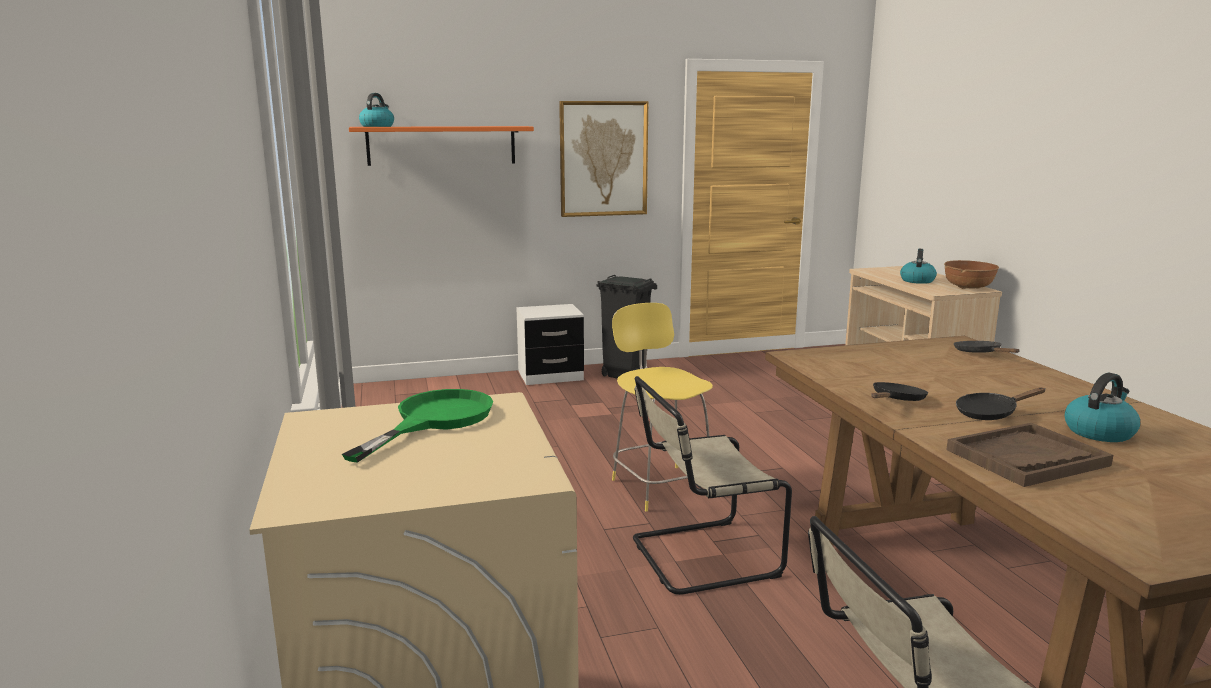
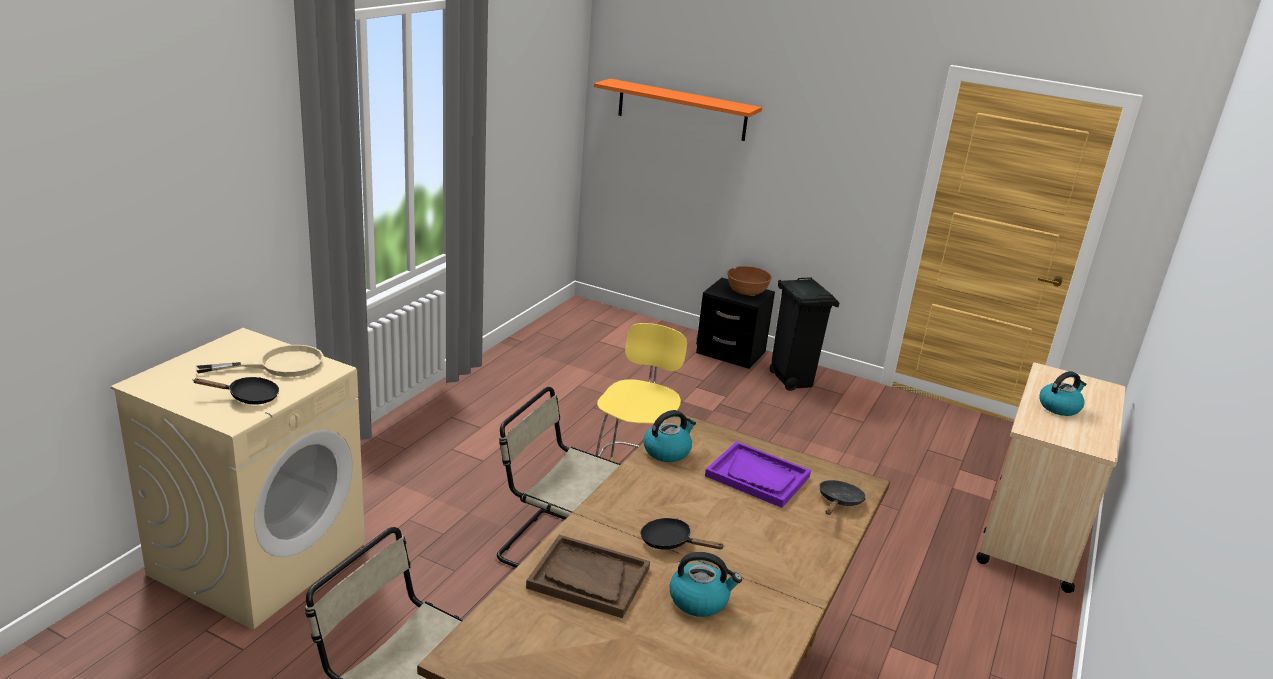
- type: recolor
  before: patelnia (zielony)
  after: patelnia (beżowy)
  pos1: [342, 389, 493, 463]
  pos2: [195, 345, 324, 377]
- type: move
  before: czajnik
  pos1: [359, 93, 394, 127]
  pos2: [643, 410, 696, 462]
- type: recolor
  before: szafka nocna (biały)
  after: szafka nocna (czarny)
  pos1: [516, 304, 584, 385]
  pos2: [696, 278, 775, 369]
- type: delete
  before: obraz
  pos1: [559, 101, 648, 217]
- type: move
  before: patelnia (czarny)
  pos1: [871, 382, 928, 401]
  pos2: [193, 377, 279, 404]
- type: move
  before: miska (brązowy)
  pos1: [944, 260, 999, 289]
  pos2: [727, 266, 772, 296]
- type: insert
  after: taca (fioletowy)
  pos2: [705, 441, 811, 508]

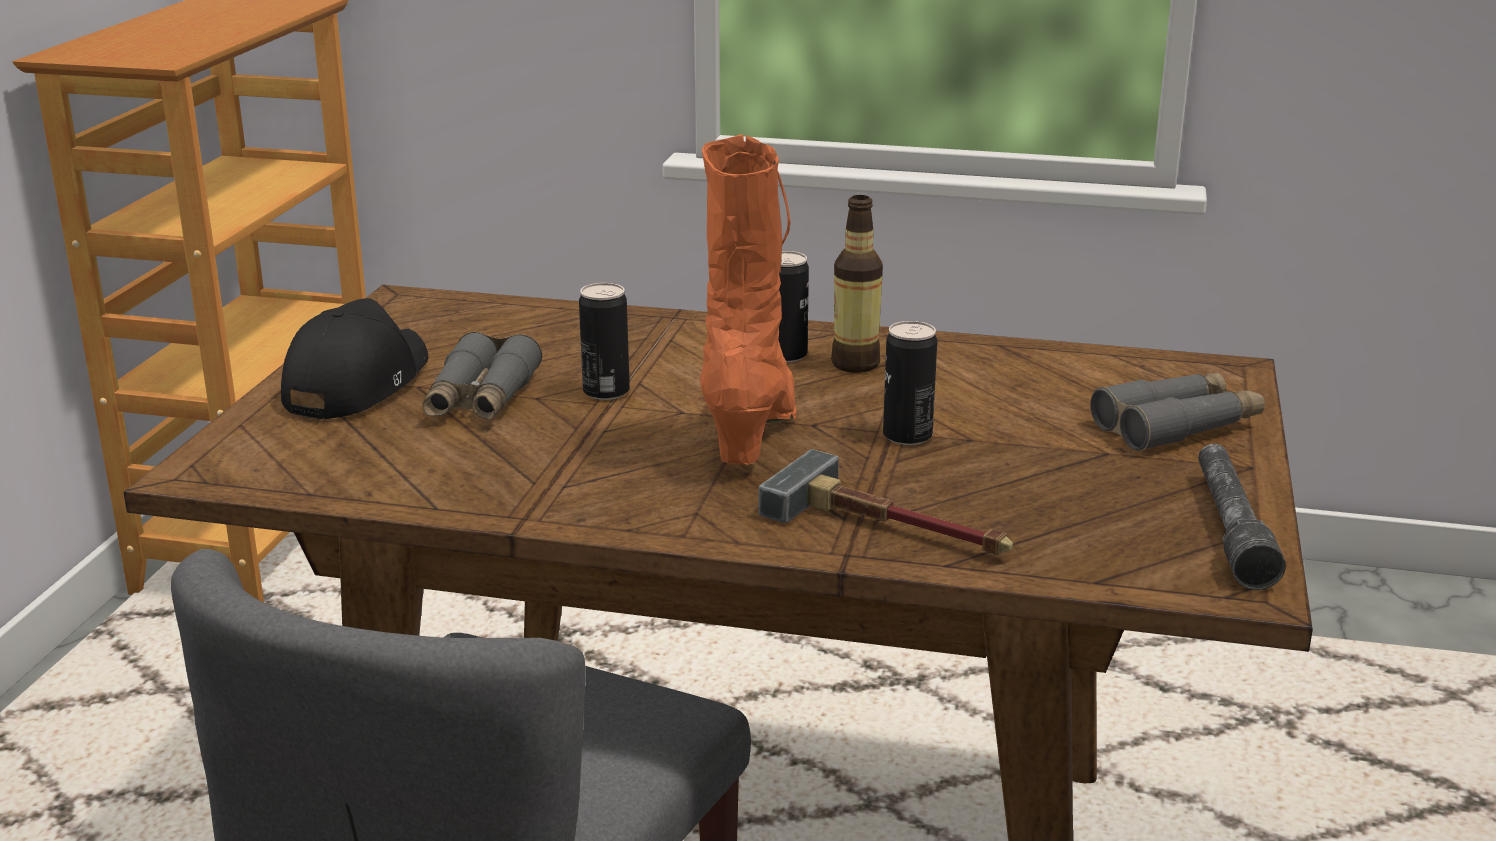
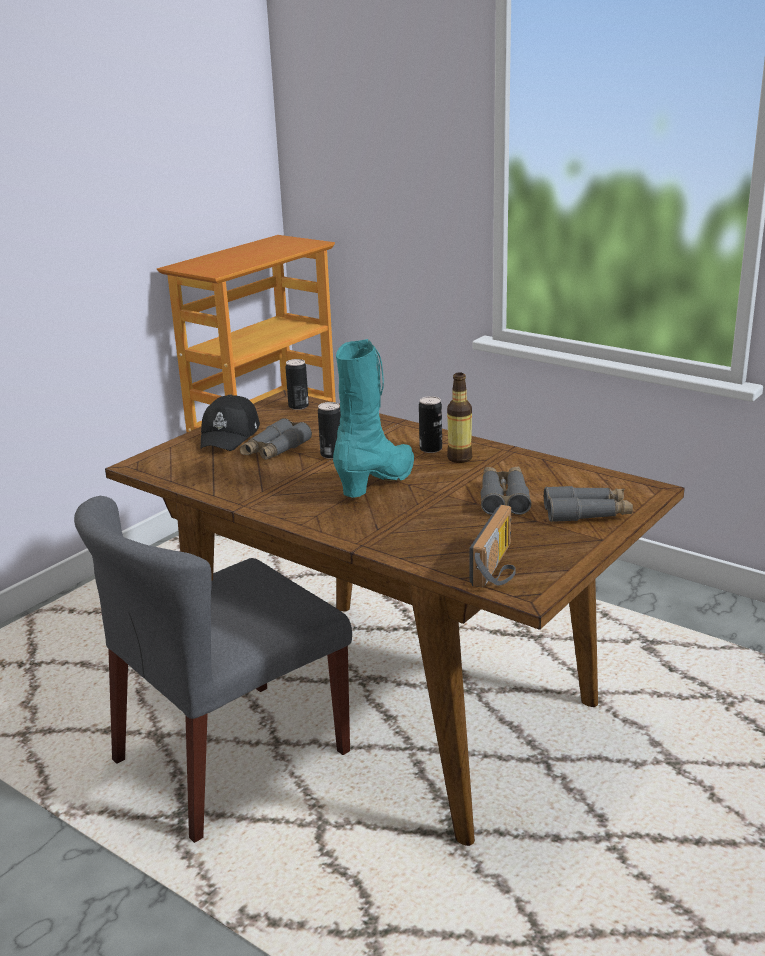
- type: rotate
  before: czapka z daszkiem (czarny)
  pos1: [281, 298, 429, 420]
  pos2: [200, 395, 260, 451]
  turn: 150
- type: recolor
  before: but z cholewką (pomarańczowy)
  after: but z cholewką (turkusowy)
  pos1: [700, 134, 796, 465]
  pos2: [333, 339, 414, 498]
- type: delete
  before: młotek
  pos1: [758, 449, 1013, 555]
- type: move
  before: puszka
  pos1: [883, 321, 937, 445]
  pos2: [285, 359, 309, 410]
- type: delete
  before: latarka (szary)
  pos1: [1198, 444, 1286, 590]
- type: insert
  after: radio
  pos2: [469, 505, 515, 588]
- type: insert
  after: lornetka (szary)
  pos2: [480, 467, 532, 515]

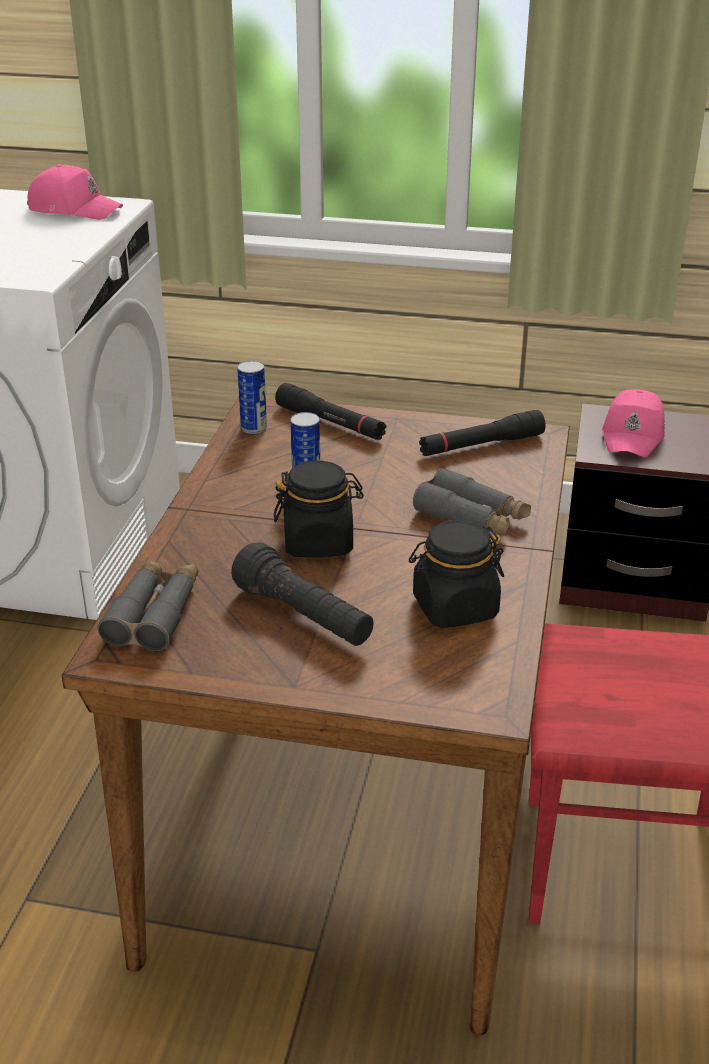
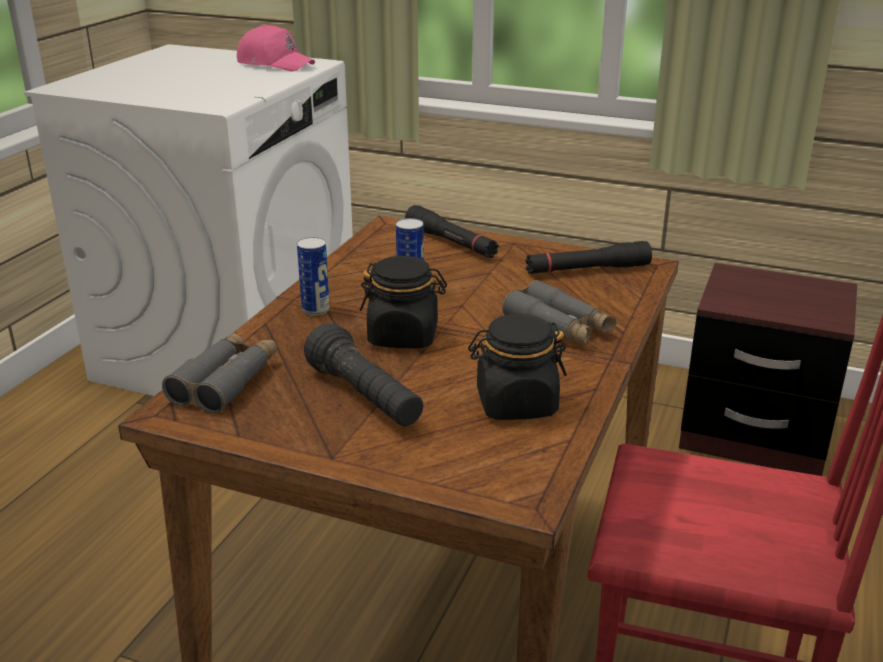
- type: move
  before: puszka
  pos1: [237, 360, 267, 434]
  pos2: [297, 237, 330, 316]
- type: delete
  before: czapka z daszkiem (różowy)
  pos1: [602, 389, 665, 458]

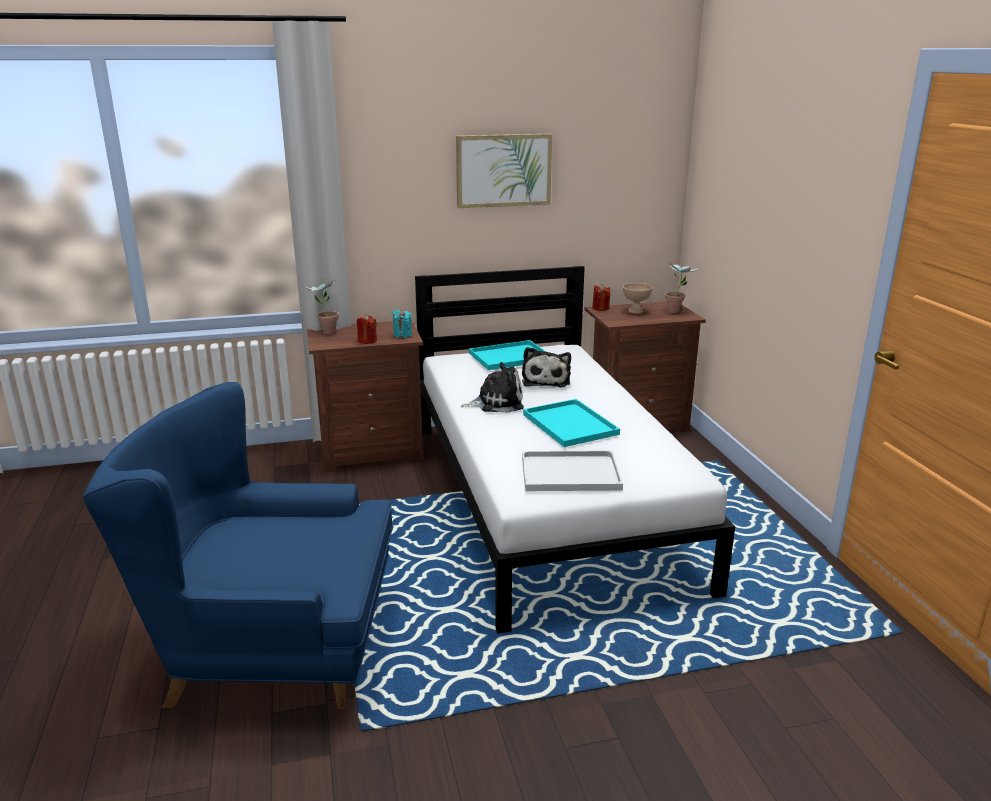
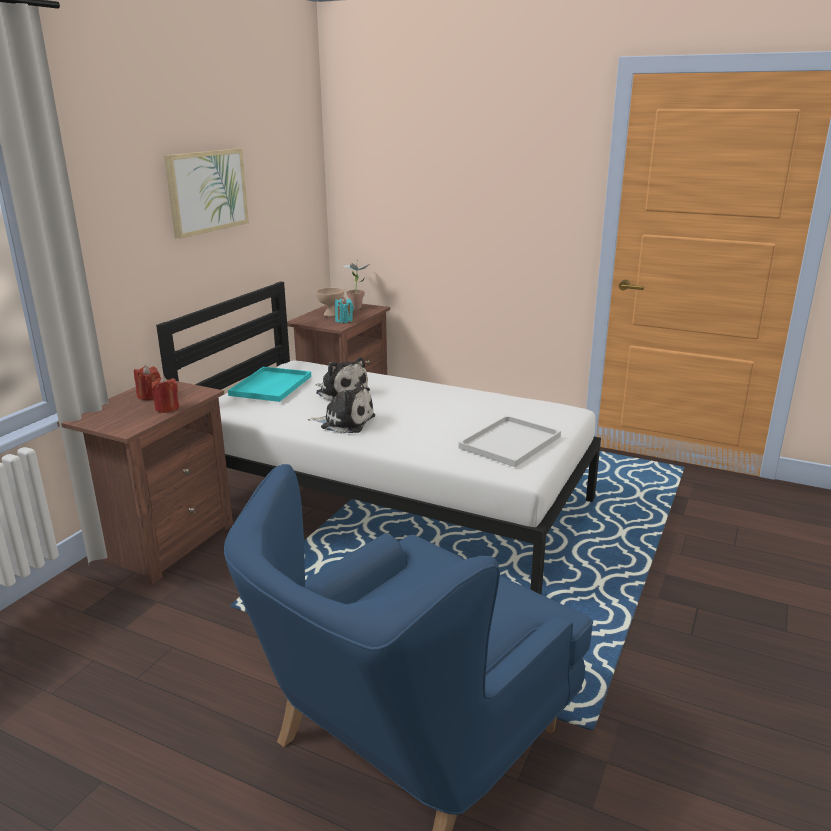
- type: delete
  before: roślina doniczkowa
  pos1: [304, 279, 339, 334]
- type: move
  before: świeca (turkusowy)
  pos1: [392, 309, 412, 339]
  pos2: [335, 297, 354, 323]
- type: rotate
  before: pluszak
  pos1: [461, 362, 524, 413]
  pos2: [308, 381, 375, 433]
  turn: 75
- type: delete
  before: taca (turkusowy)
  pos1: [523, 399, 620, 447]
- type: move
  before: świeca (czerwony)
  pos1: [592, 284, 610, 311]
  pos2: [134, 365, 161, 400]

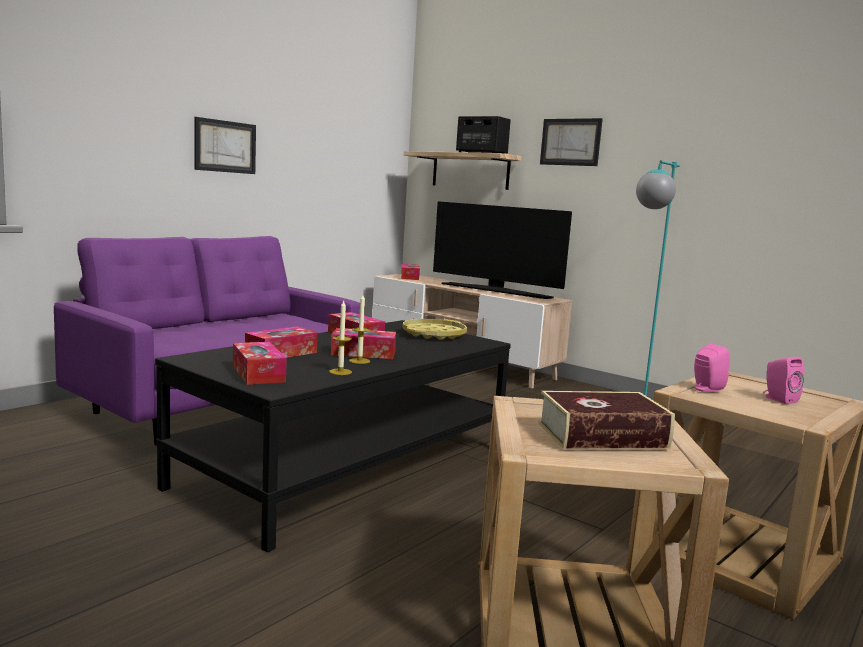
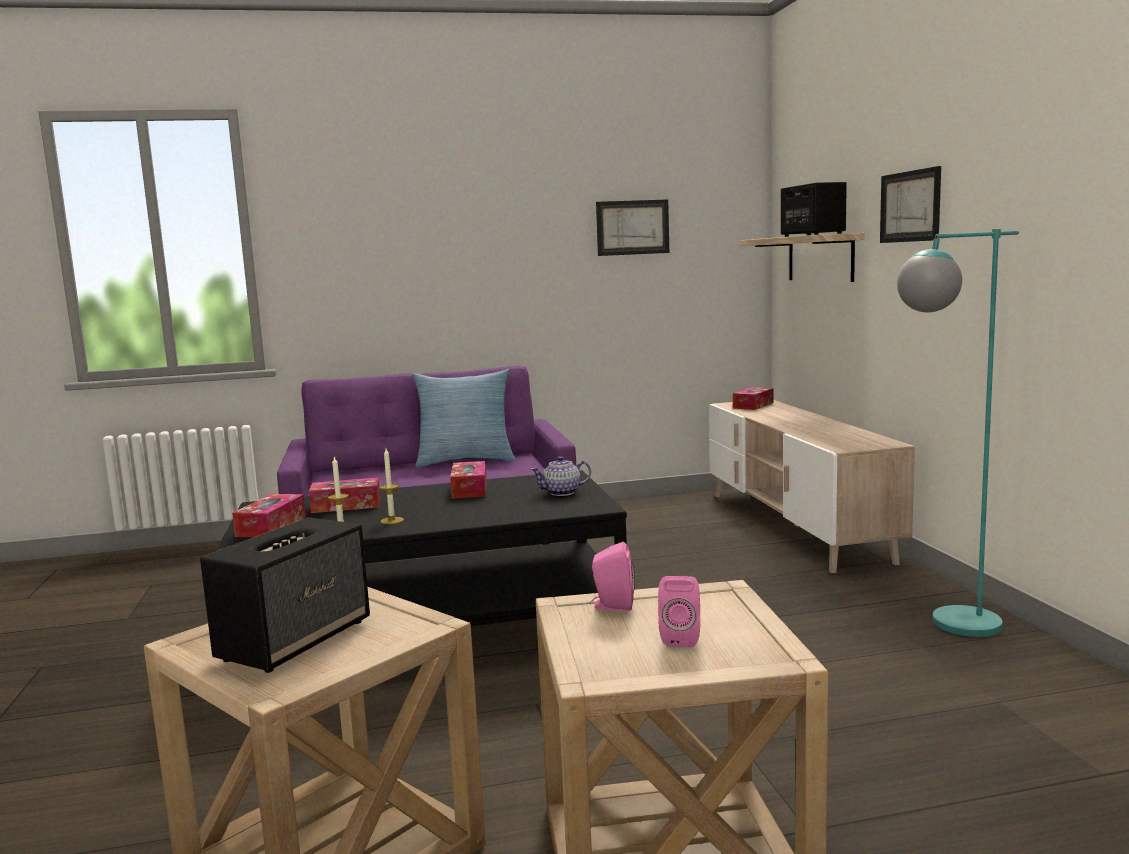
- type: move
  before: obraz
  pos1: [195, 117, 256, 174]
  pos2: [596, 199, 669, 256]
- type: delete
  before: pudełko chusteczek
  pos1: [331, 328, 396, 359]
- type: replace
  before: taca (żółty)
  after: imbryk
  pos1: [403, 319, 467, 340]
  pos2: [530, 456, 591, 496]
- type: delete
  before: telewizor
  pos1: [433, 201, 572, 299]
- type: replace
  before: książka
  after: głośnik
  pos1: [538, 391, 675, 449]
  pos2: [200, 517, 370, 673]
- type: insert
  after: poduszka
  pos2: [412, 369, 516, 468]

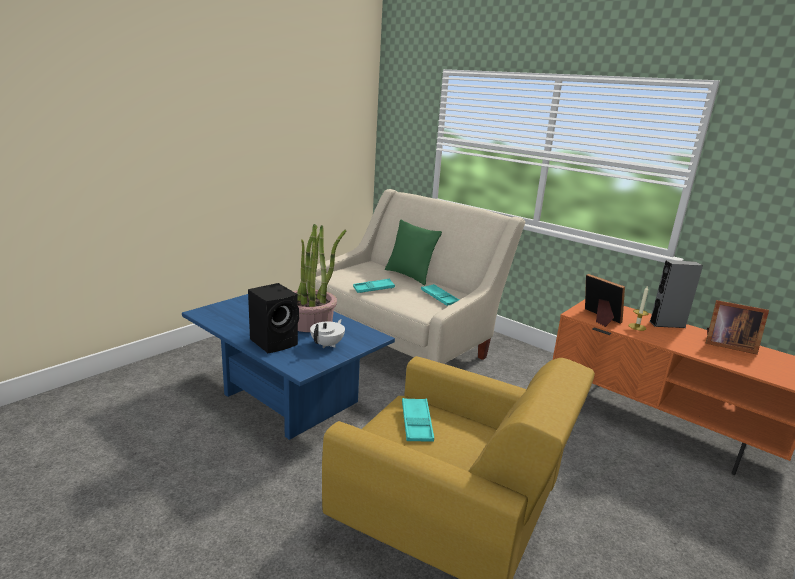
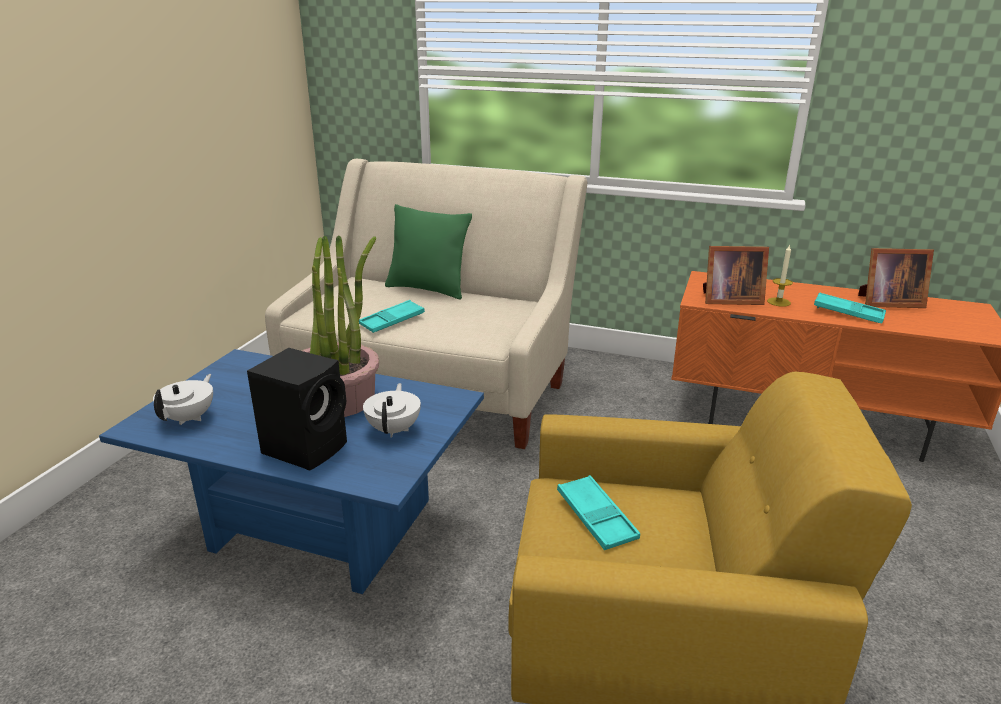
- type: move
  before: taca (turkusowy)
  pos1: [421, 284, 459, 306]
  pos2: [814, 292, 886, 323]
- type: rotate
  before: ramka na zdjęcie
  pos1: [585, 274, 625, 327]
  pos2: [703, 246, 769, 305]
  turn: 150
- type: delete
  before: głośnik (szary)
  pos1: [649, 260, 703, 328]
- type: insert
  after: imbryk (biały)
  pos2: [153, 374, 213, 425]

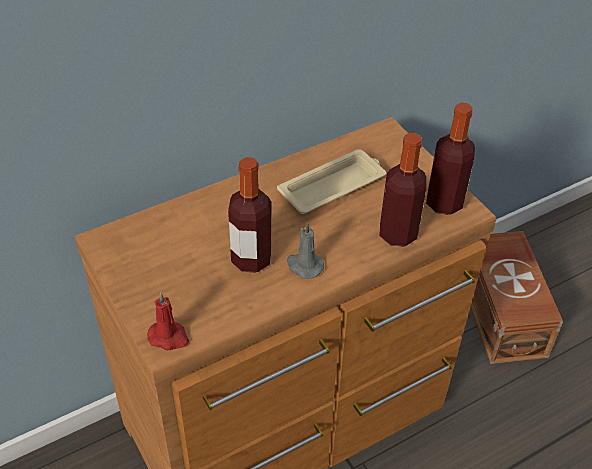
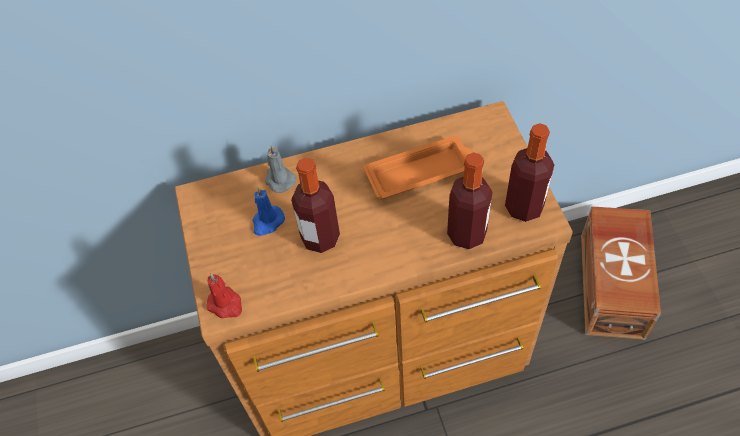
- type: recolor
  before: taca (beżowy)
  after: taca (pomarańczowy)
  pos1: [277, 149, 386, 214]
  pos2: [364, 136, 472, 199]
- type: move
  before: świeca (szary)
  pos1: [287, 221, 324, 279]
  pos2: [265, 145, 296, 193]
- type: insert
  after: świeca (niebieski)
  pos2: [252, 187, 285, 236]

